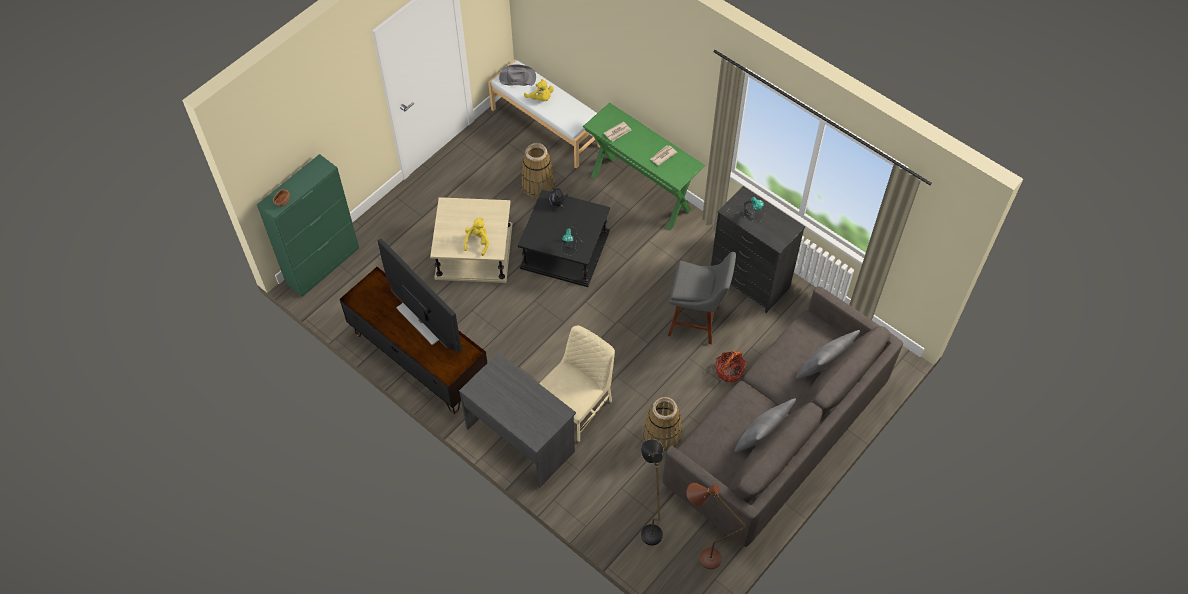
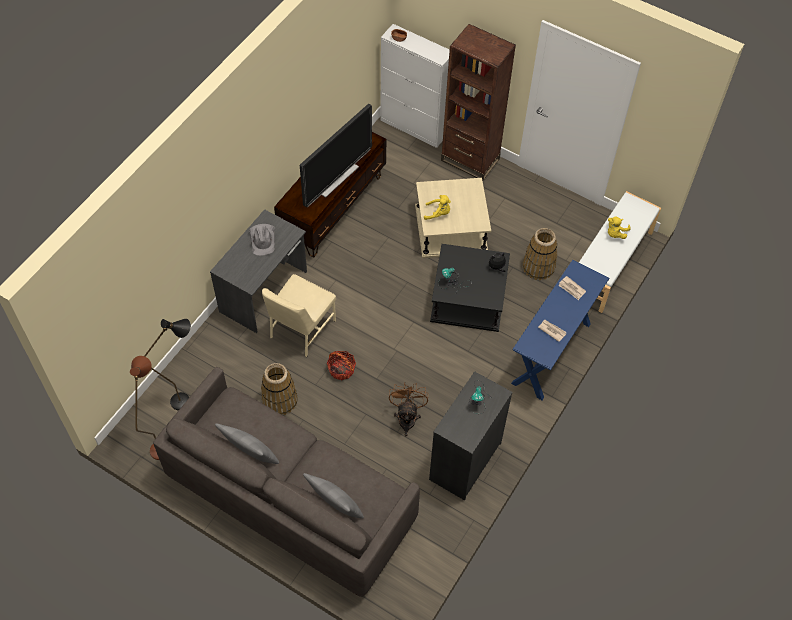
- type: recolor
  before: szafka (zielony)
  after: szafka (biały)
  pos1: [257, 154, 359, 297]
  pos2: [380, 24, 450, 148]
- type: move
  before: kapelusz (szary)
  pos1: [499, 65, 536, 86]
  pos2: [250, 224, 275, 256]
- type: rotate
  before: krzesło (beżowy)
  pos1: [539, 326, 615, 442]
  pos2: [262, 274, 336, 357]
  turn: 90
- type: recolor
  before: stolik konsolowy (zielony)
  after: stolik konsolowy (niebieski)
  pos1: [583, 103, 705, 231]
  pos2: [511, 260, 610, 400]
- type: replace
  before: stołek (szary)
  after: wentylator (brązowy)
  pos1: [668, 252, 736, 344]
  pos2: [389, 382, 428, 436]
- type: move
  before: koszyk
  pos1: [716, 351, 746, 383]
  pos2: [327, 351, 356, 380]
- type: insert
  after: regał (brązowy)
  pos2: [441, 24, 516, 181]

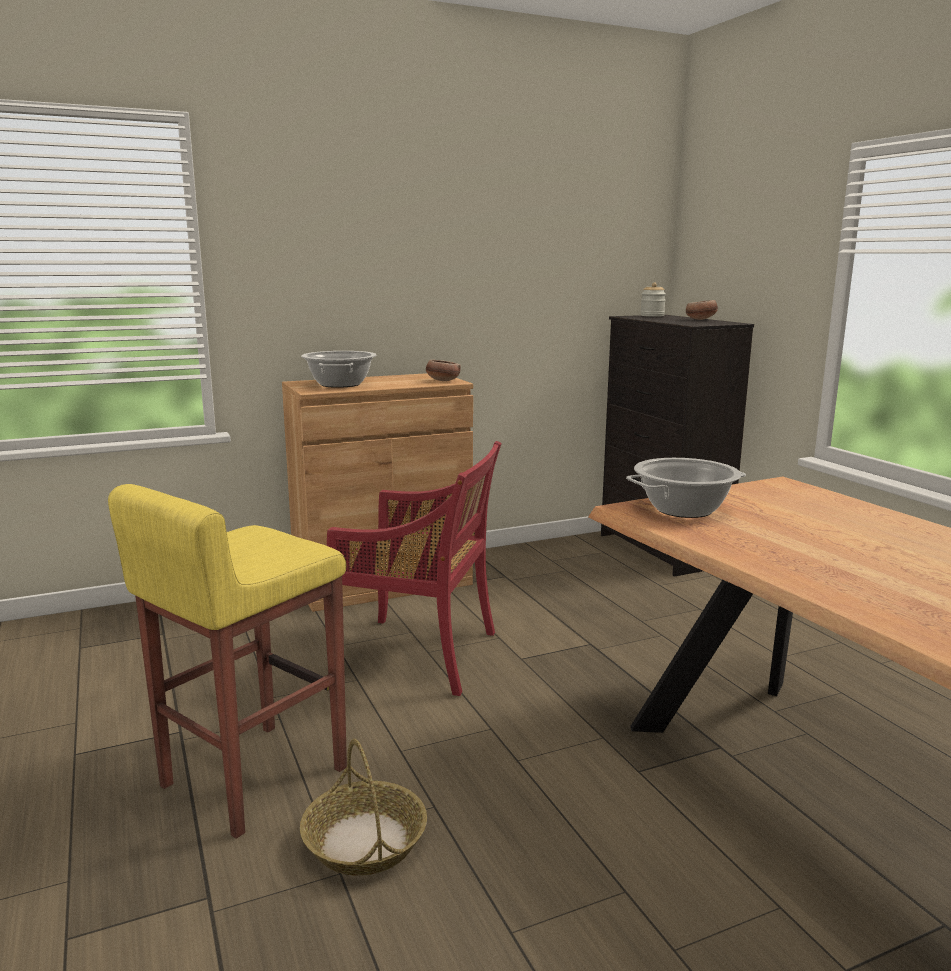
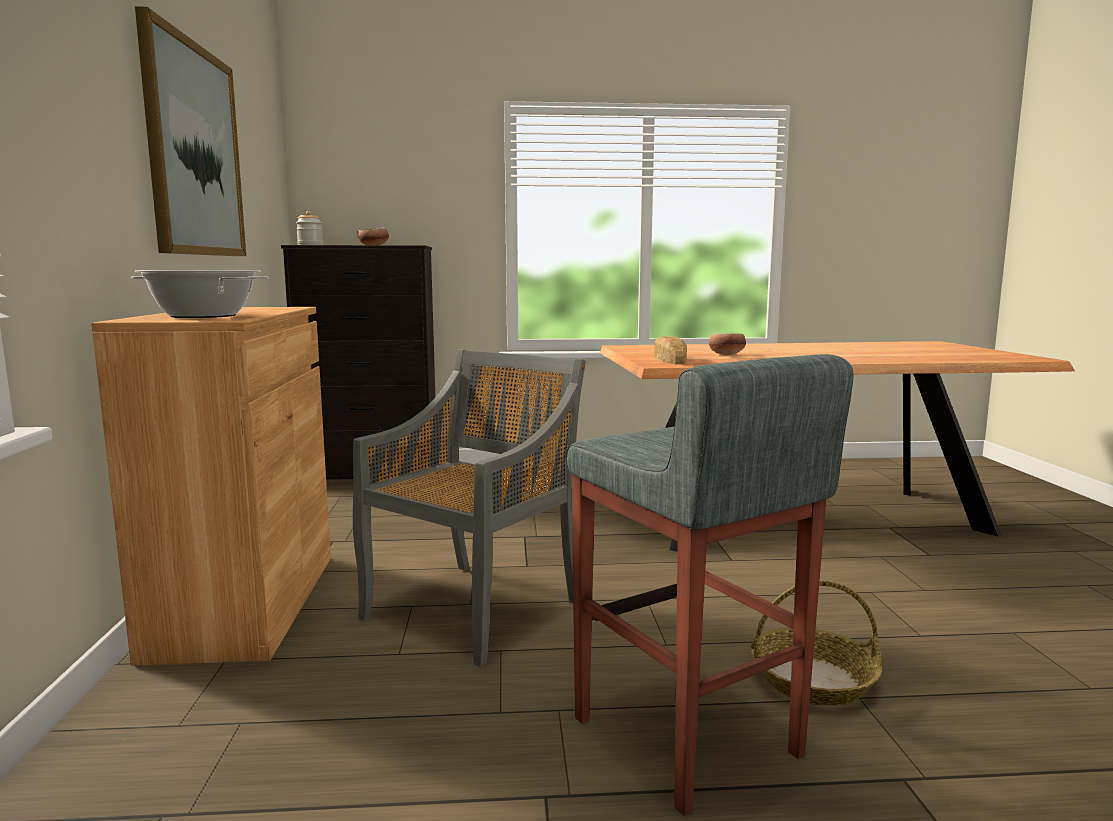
- type: recolor
  before: stołek (żółty)
  after: stołek (szary)
  pos1: [108, 484, 347, 839]
  pos2: [566, 354, 853, 816]
- type: recolor
  before: krzesło (czerwony)
  after: krzesło (szary)
  pos1: [327, 441, 502, 696]
  pos2: [353, 349, 586, 667]
- type: move
  before: miska
  pos1: [426, 360, 461, 381]
  pos2: [709, 333, 746, 355]
- type: replace
  before: garnek
  after: chleb
  pos1: [626, 458, 746, 518]
  pos2: [654, 336, 687, 364]
- type: insert
  after: obraz
  pos2: [135, 6, 246, 256]

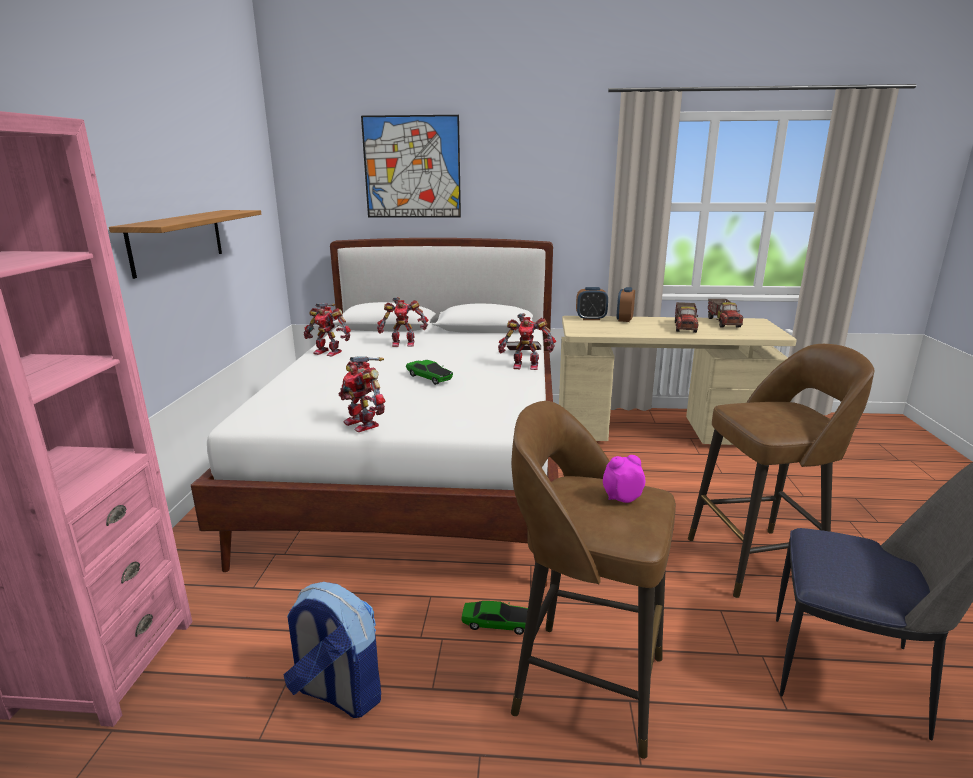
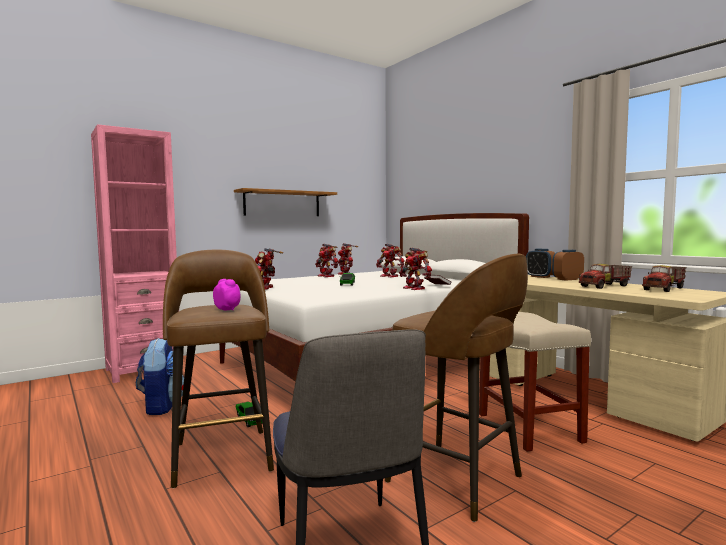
- type: delete
  before: obraz
  pos1: [361, 115, 461, 218]
- type: insert
  after: robot zabawkowy
  pos2: [315, 244, 338, 277]
- type: insert
  after: stołek (beżowy)
  pos2: [479, 312, 591, 452]

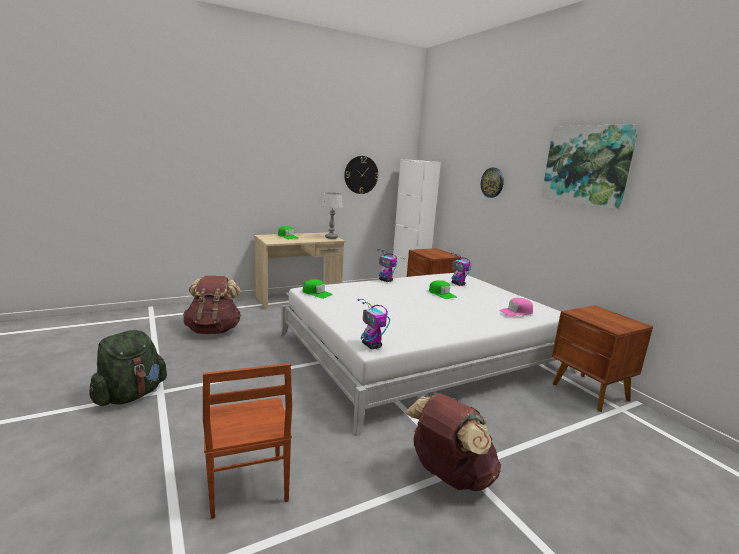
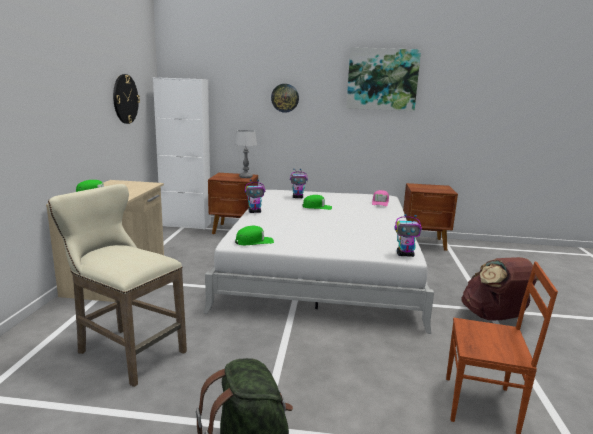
- type: replace
  before: plecak (brązowy)
  after: stołek (beżowy)
  pos1: [183, 276, 242, 334]
  pos2: [48, 184, 187, 387]
- type: move
  before: lampa stołowa
  pos1: [322, 193, 343, 239]
  pos2: [235, 130, 257, 178]

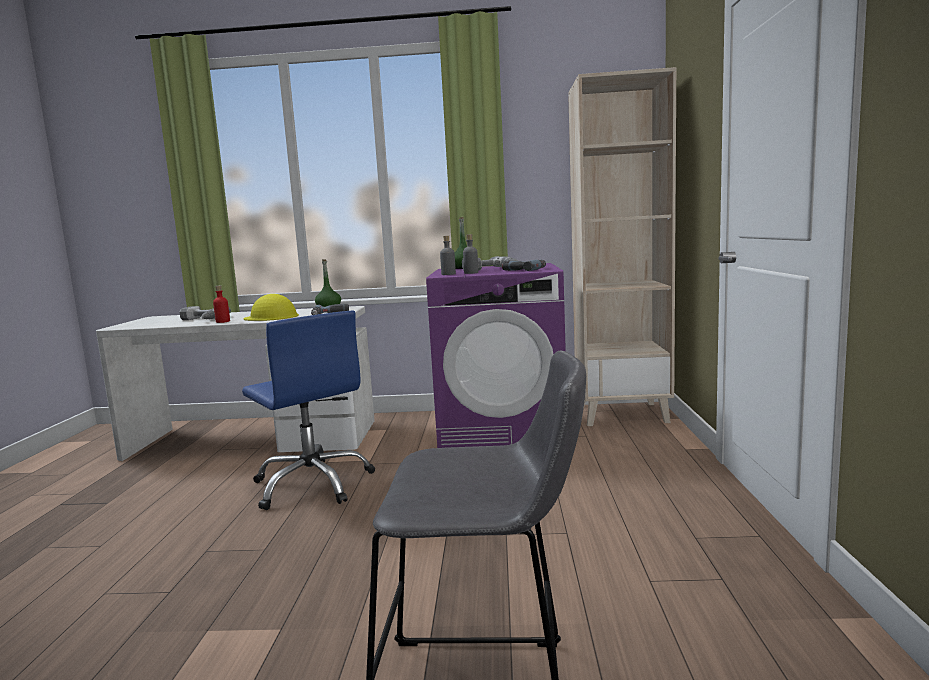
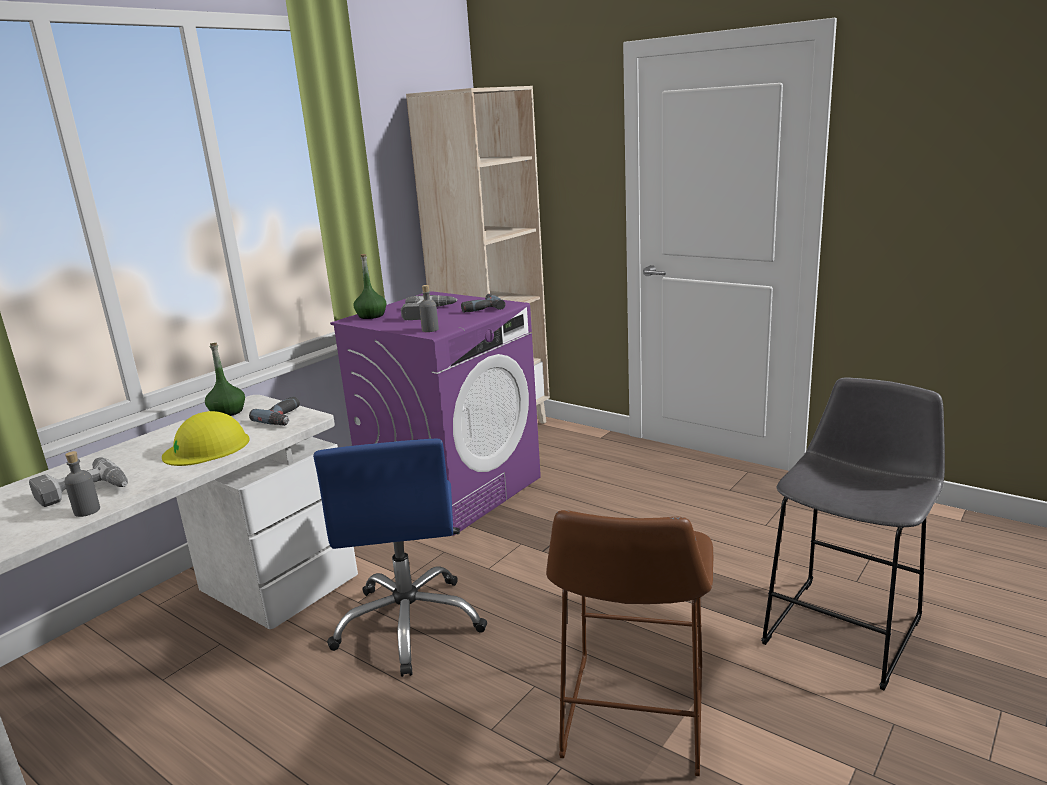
- type: delete
  before: butelka (czerwony)
  pos1: [213, 286, 230, 323]
- type: rotate
  before: krzesło biurowe (niebieski)
  pos1: [242, 311, 375, 510]
  pos2: [313, 439, 487, 677]
  turn: 90
- type: move
  before: butelka (szary)
  pos1: [463, 234, 478, 274]
  pos2: [64, 451, 100, 517]
- type: insert
  after: stołek (brązowy)
  pos2: [546, 510, 713, 776]

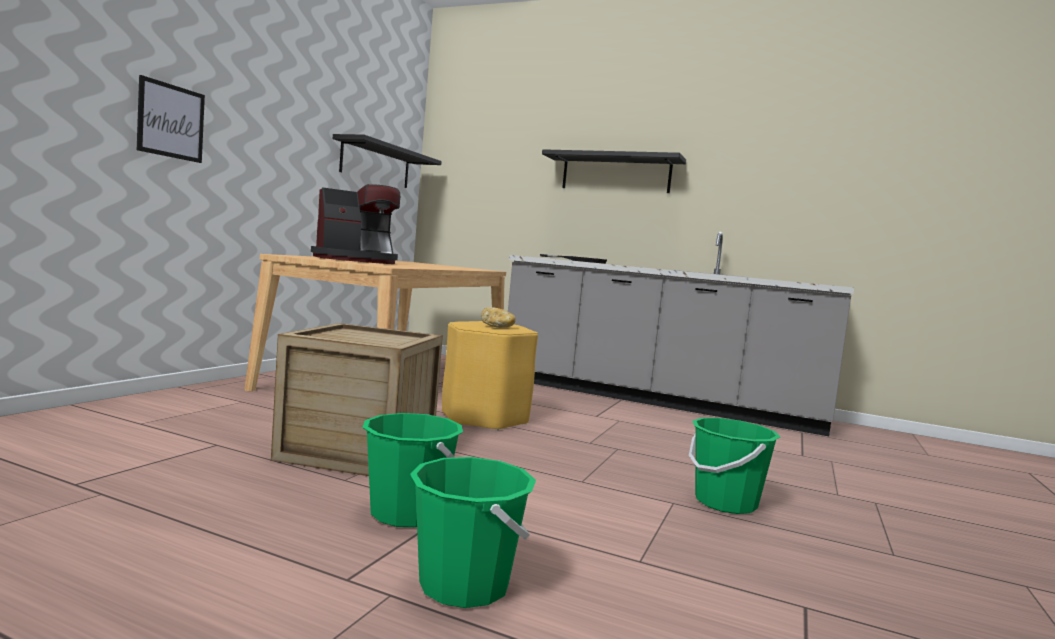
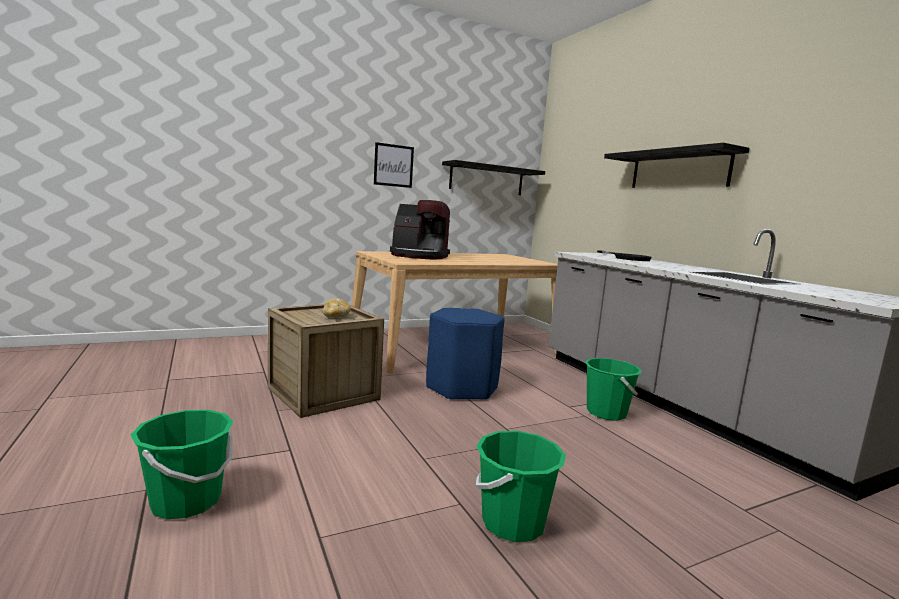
- type: move
  before: obraz
  pos1: [137, 75, 205, 163]
  pos2: [374, 142, 414, 188]
- type: move
  before: wiadro (zielony)
  pos1: [363, 413, 463, 527]
  pos2: [585, 358, 642, 421]
- type: recolor
  before: stołek (żółty)
  after: stołek (niebieski)
  pos1: [442, 321, 538, 431]
  pos2: [426, 308, 505, 400]
- type: move
  before: chleb
  pos1: [481, 307, 516, 328]
  pos2: [322, 298, 351, 318]

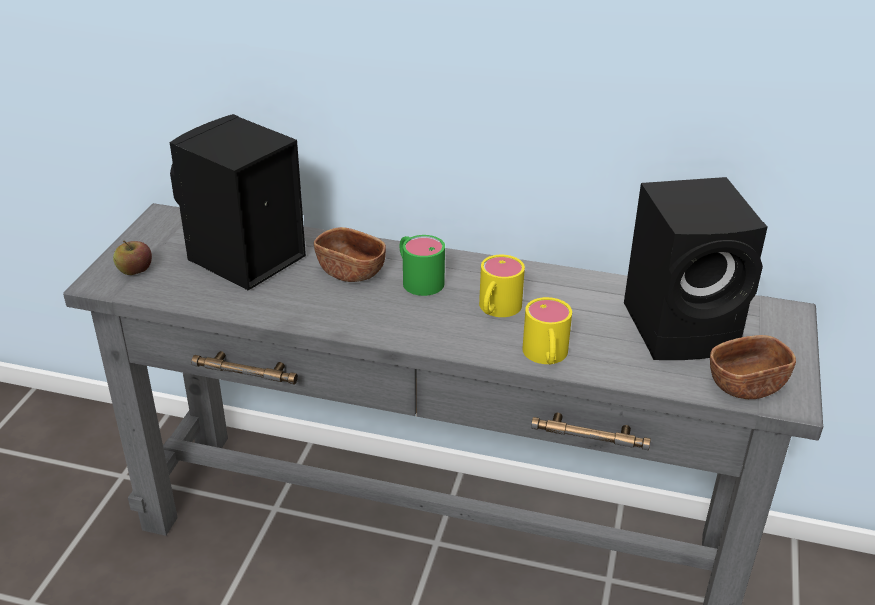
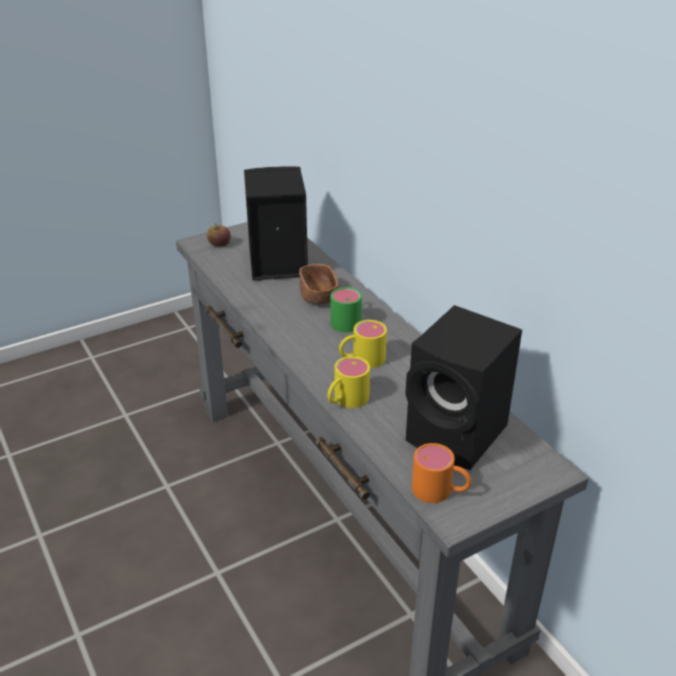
- type: replace
  before: miska (brązowy)
  after: kubek (pomarańczowy)
  pos1: [710, 335, 796, 399]
  pos2: [412, 443, 471, 503]

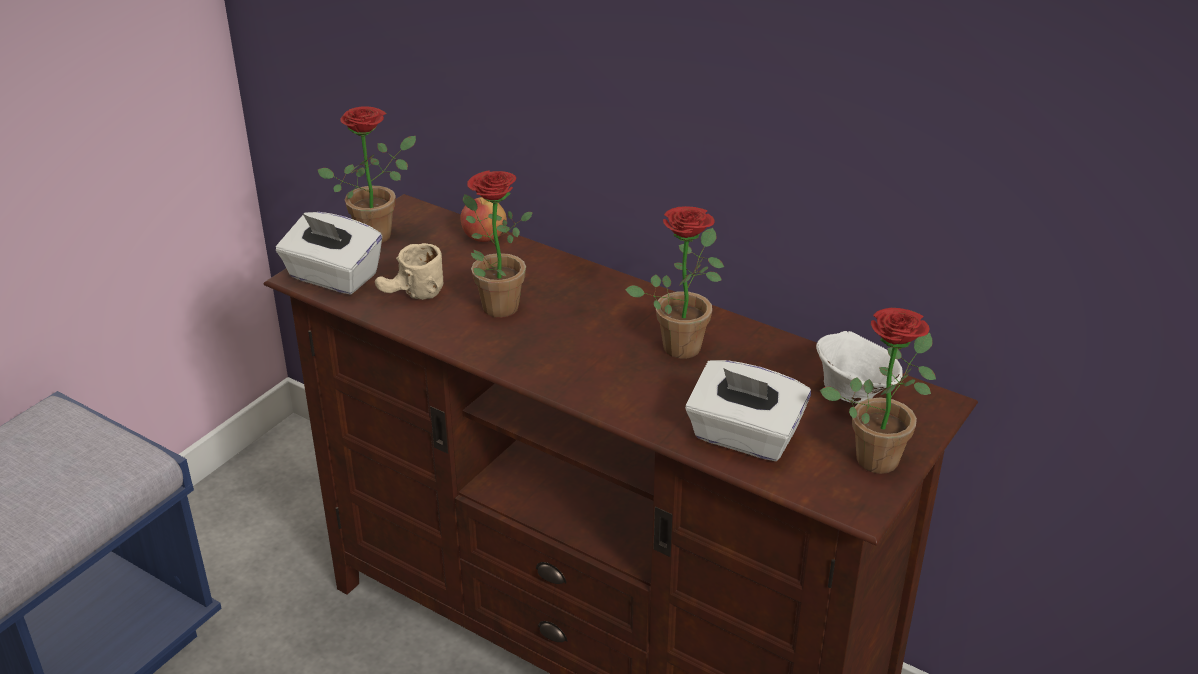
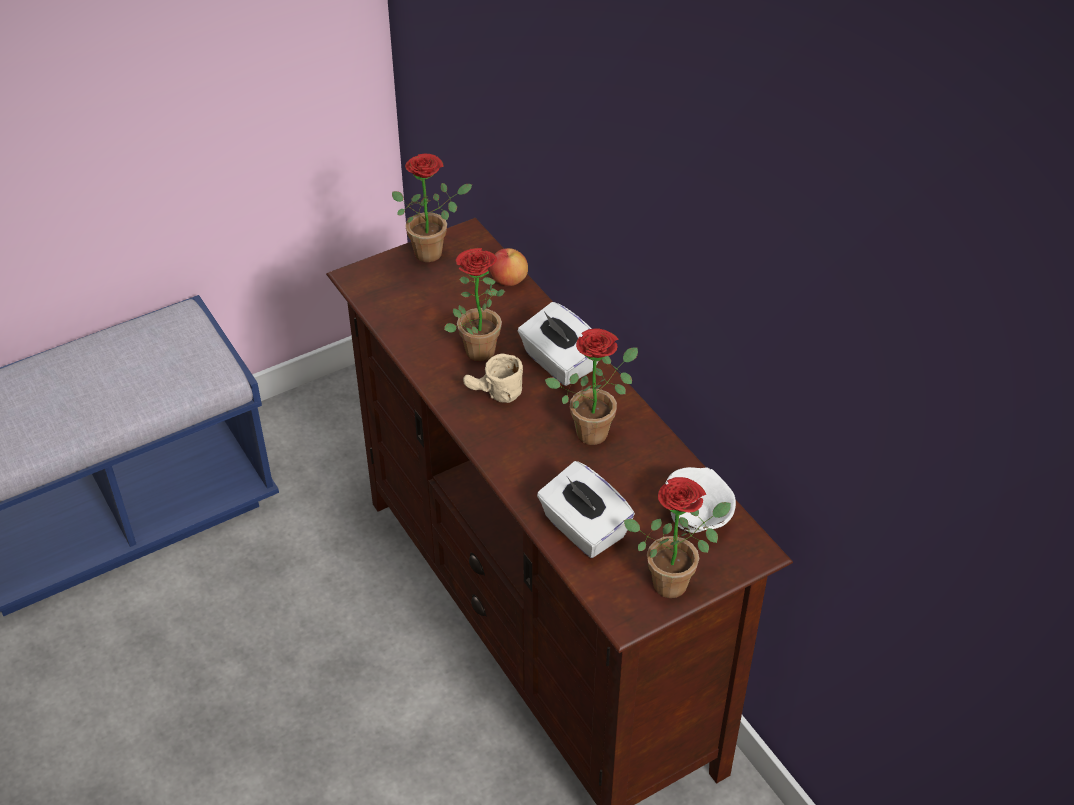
- type: move
  before: pudełko chusteczek (biały)
  pos1: [276, 212, 382, 294]
  pos2: [518, 302, 598, 386]
- type: move
  before: kubek (beżowy)
  pos1: [375, 243, 443, 300]
  pos2: [463, 353, 523, 403]

